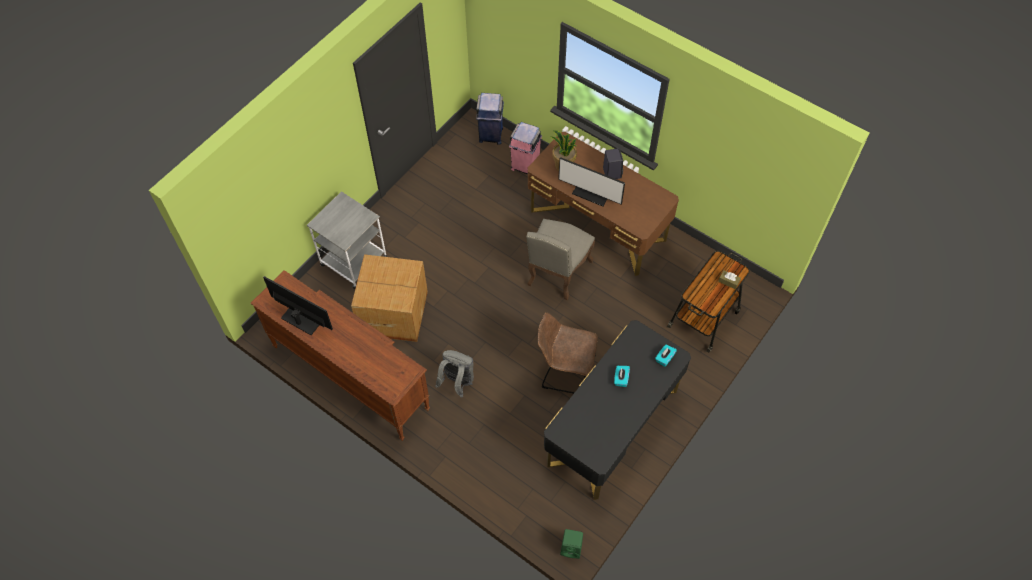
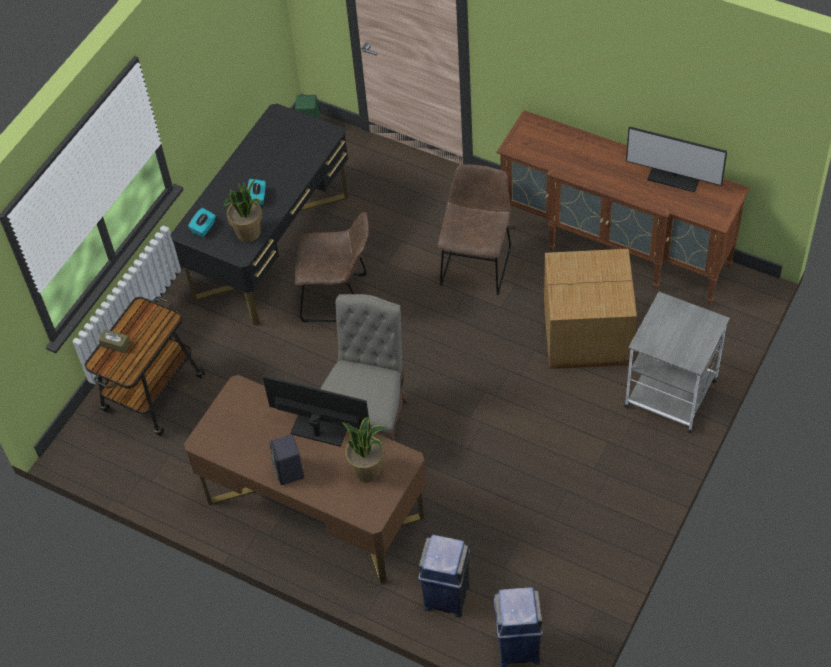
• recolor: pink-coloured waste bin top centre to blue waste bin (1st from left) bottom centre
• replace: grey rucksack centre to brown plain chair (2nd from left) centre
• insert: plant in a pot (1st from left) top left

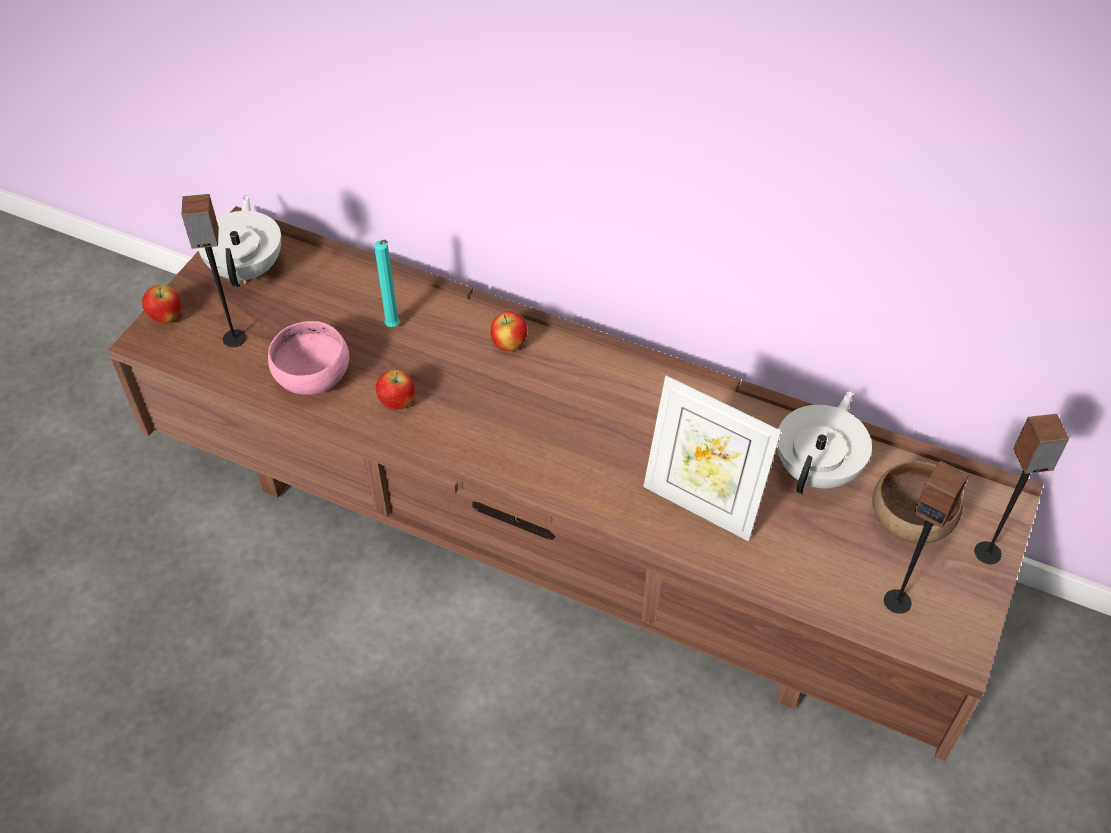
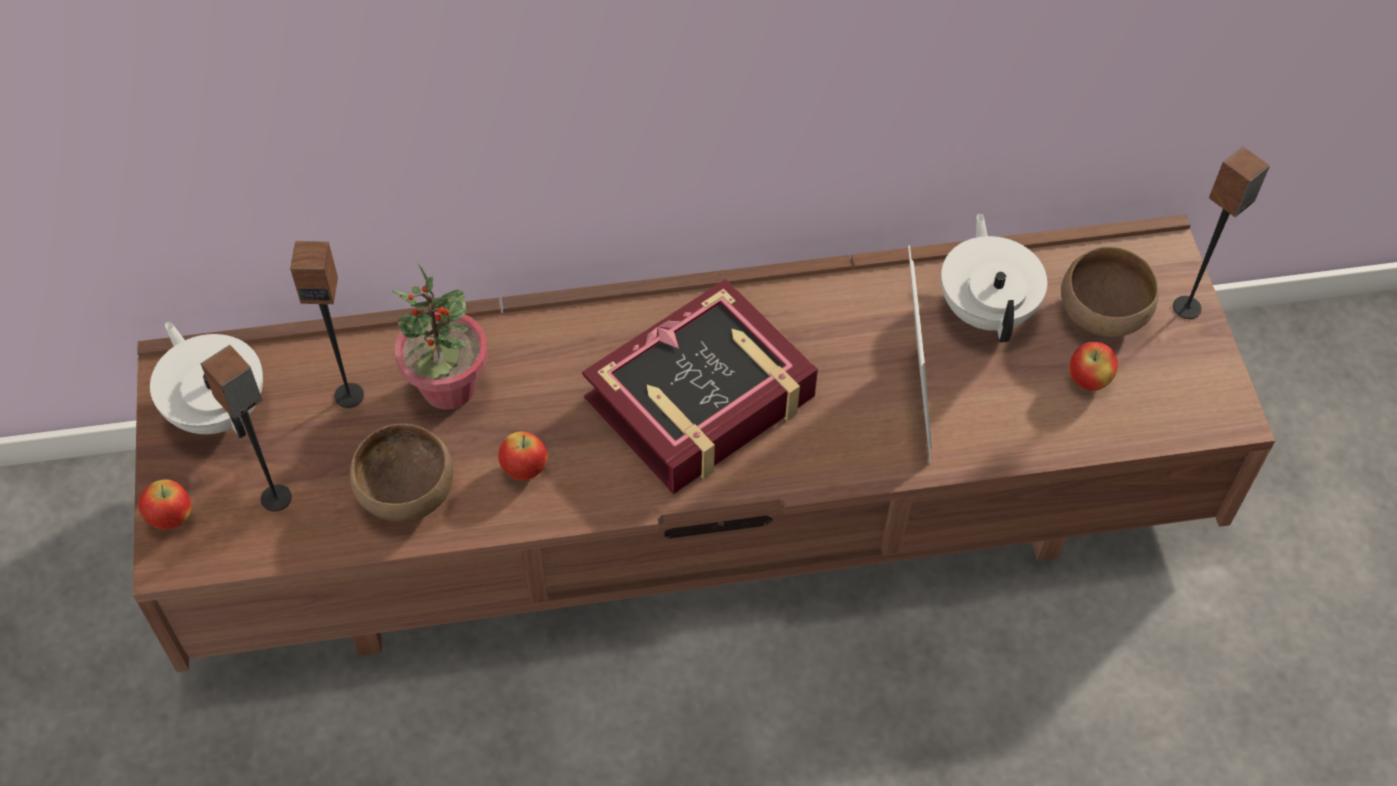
• replace: turquoise wax light centre to plant in a pot middle left
• move: whole apple (3rd from left) centre to middle right
• recolor: pink-coloured deep dish middle left to brown deep dish (1st from left) middle left
• rotate: picture frame centre = centre 90 degrees counterclockwise
• move: audio speaker (2nd from left) middle right to middle left
• insert: book centre

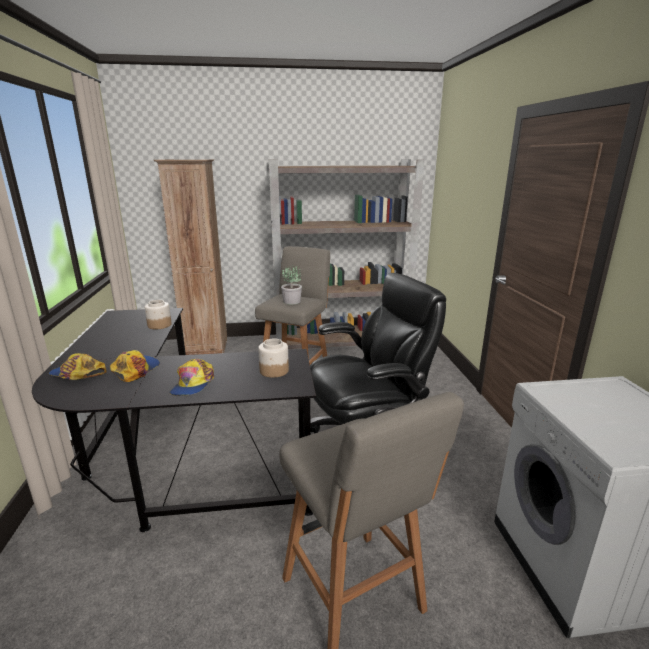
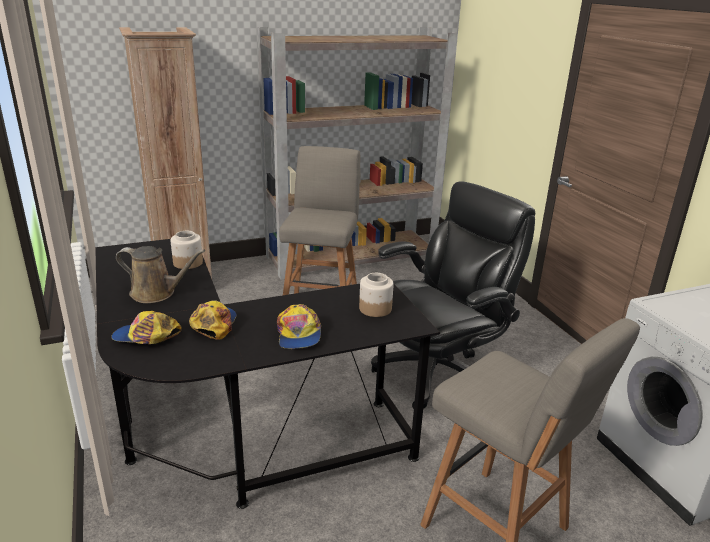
• delete: plant in a pot centre
• insert: brown watering pot middle left

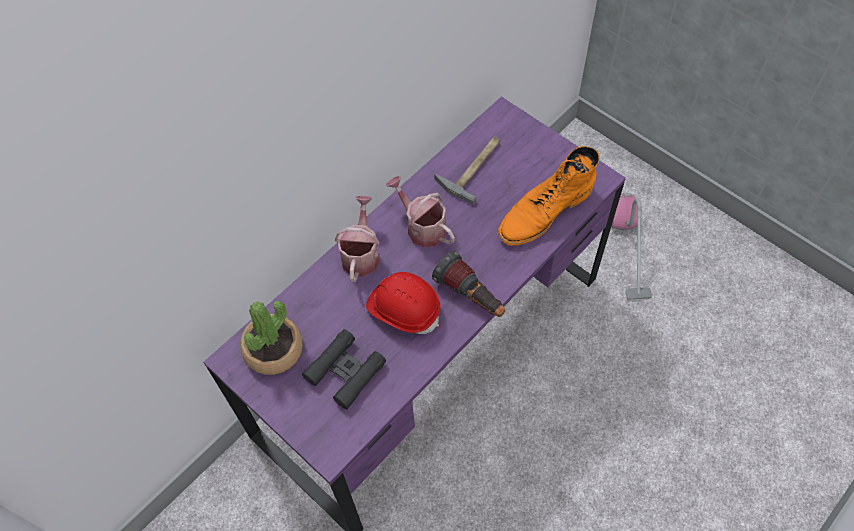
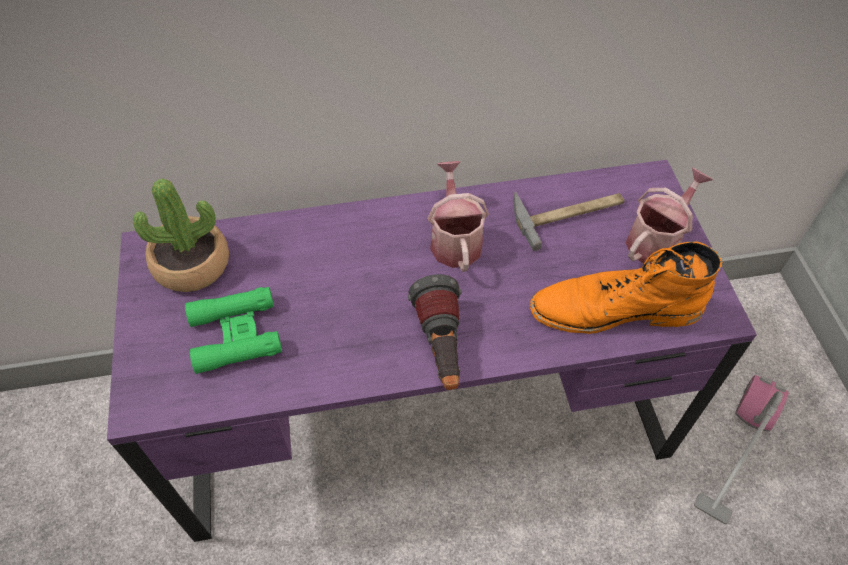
• move: watering pot (1st from left in the first image) centre to watering pot (2nd from left) middle right
• delete: red-coloured hard hat centre
• recolor: black pair of binoculars bottom centre to greenish pair of binoculars middle left

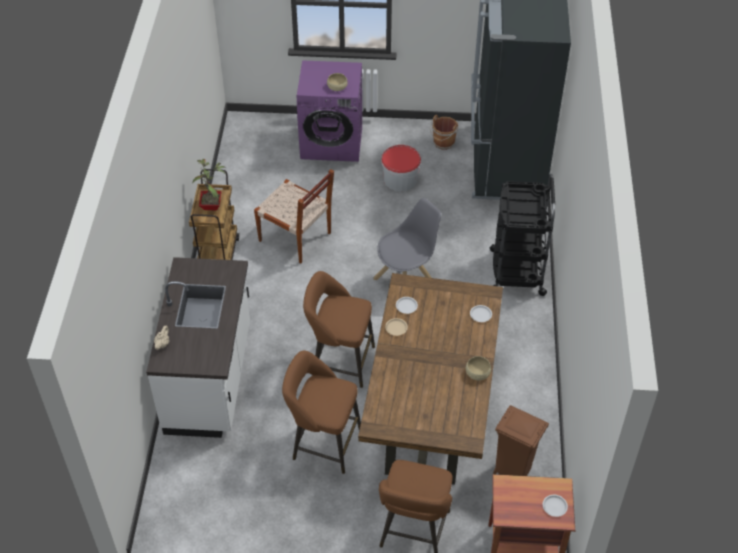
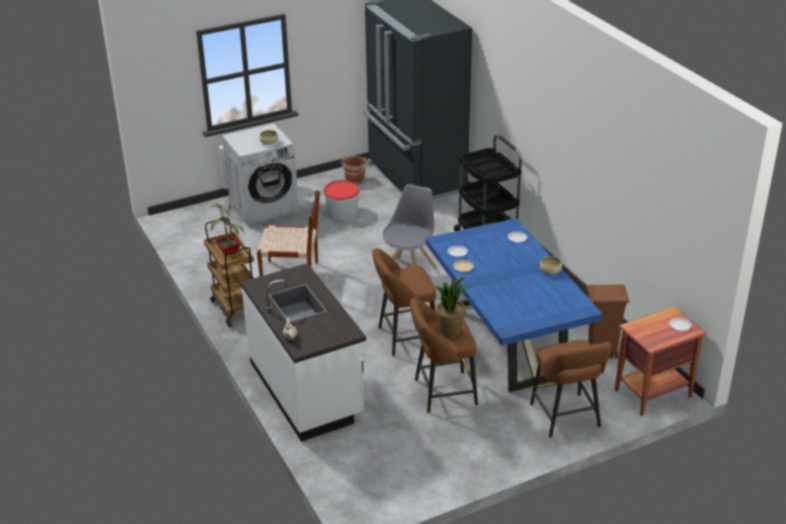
• recolor: purplish washing machine top centre to white-coloured washing machine top left
• recolor: brown dinner table bottom centre to blue dinner table centre
• insert: plant in a pot (2nd from left) centre

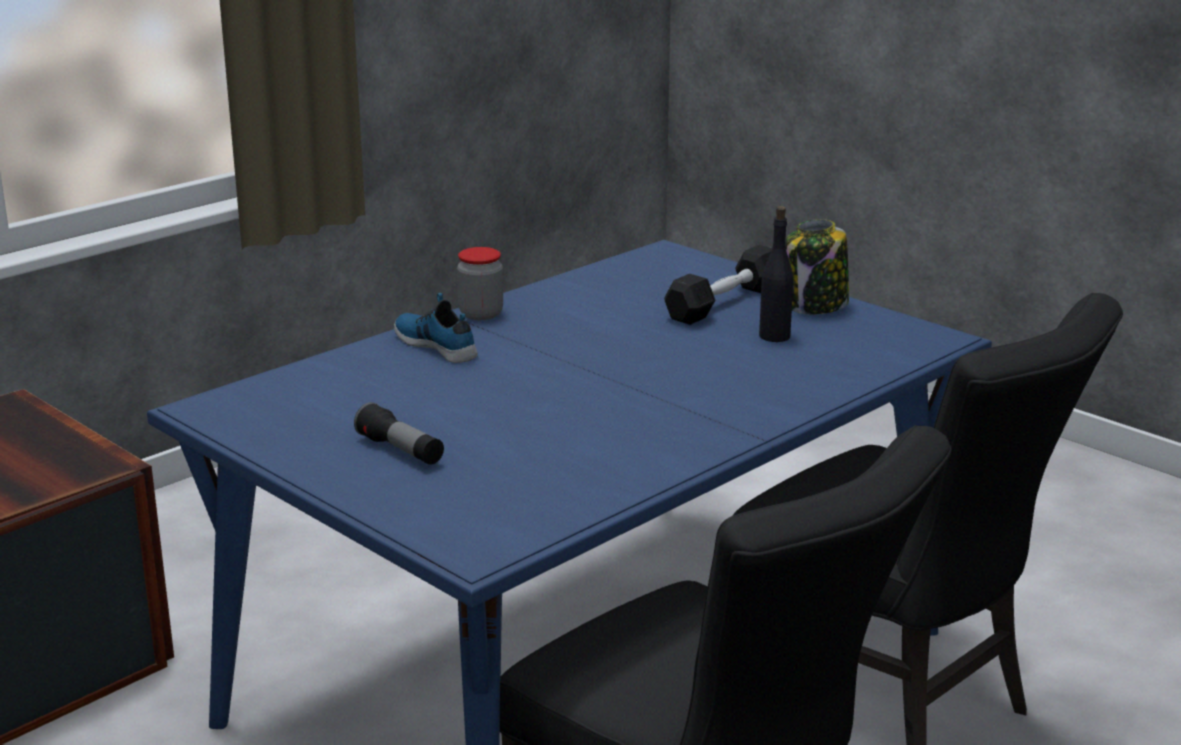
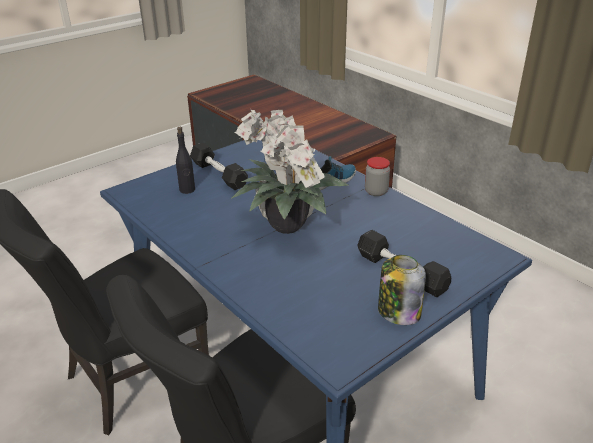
• move: black beverage bottle centre to middle left
• replace: hand torch centre to black dumbbell (1st from left) centre
• insert: plant in a pot centre

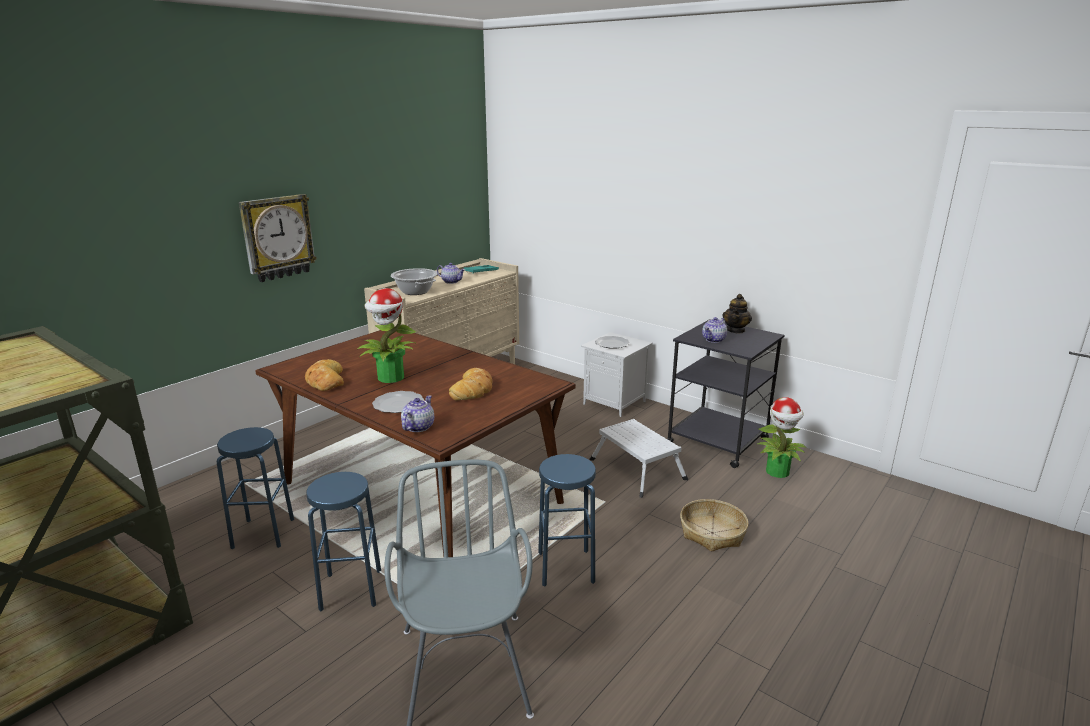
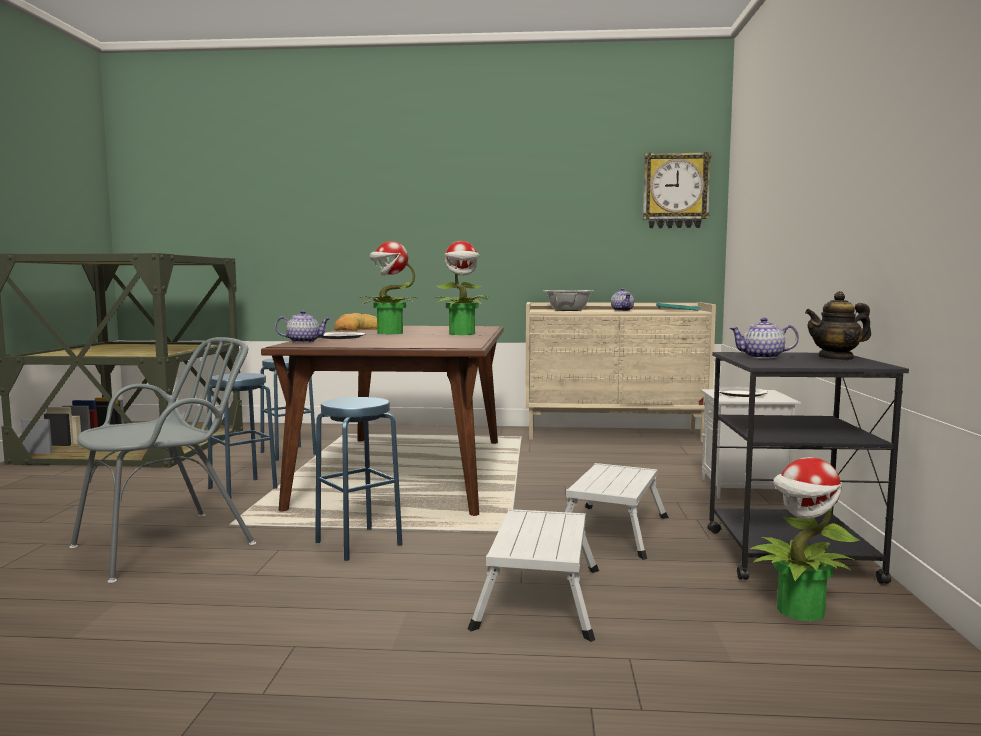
• move: wall clock top left to top right
• delete: bread (2nd from left) centre
• replace: basket bottom centre to white-coloured stepladder (1st from left) bottom centre
• insert: plant in a pot (2nd from left) centre

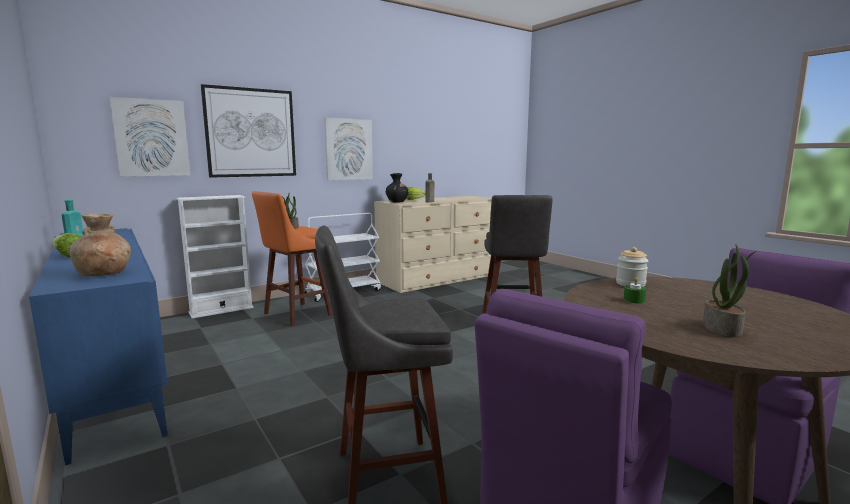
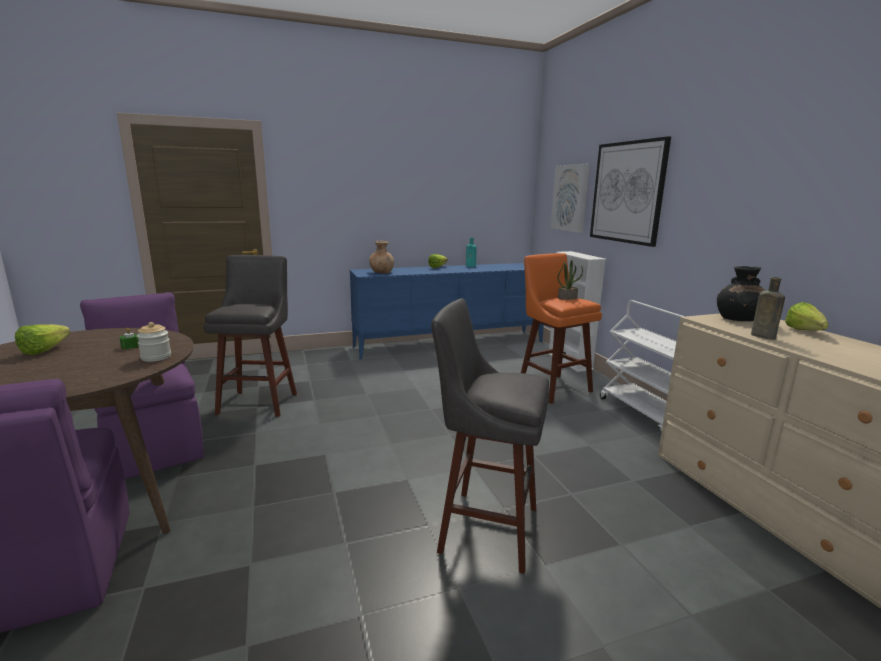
• delete: picture (3rd from left) top centre
• replace: plant in a pot (2nd from left) middle right to lettuce (1st from left) middle left

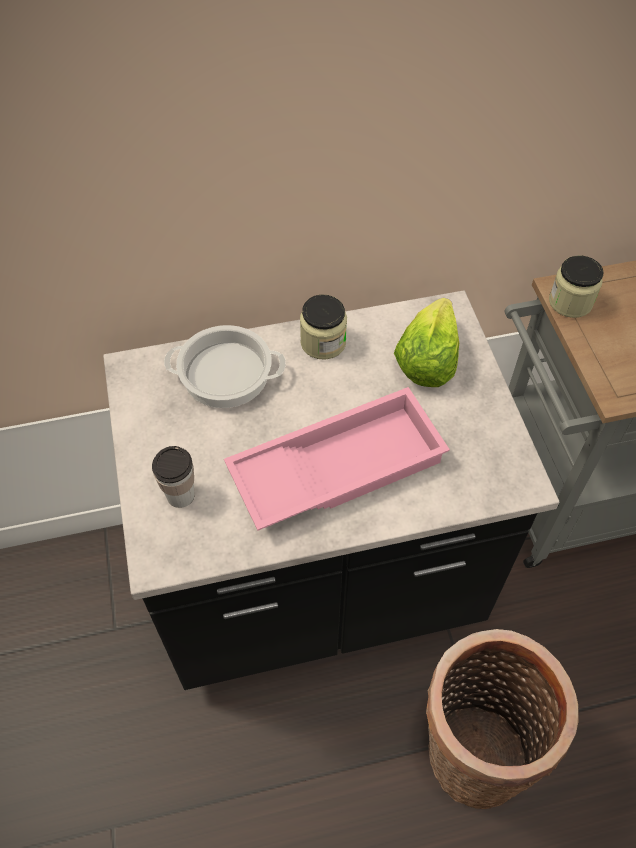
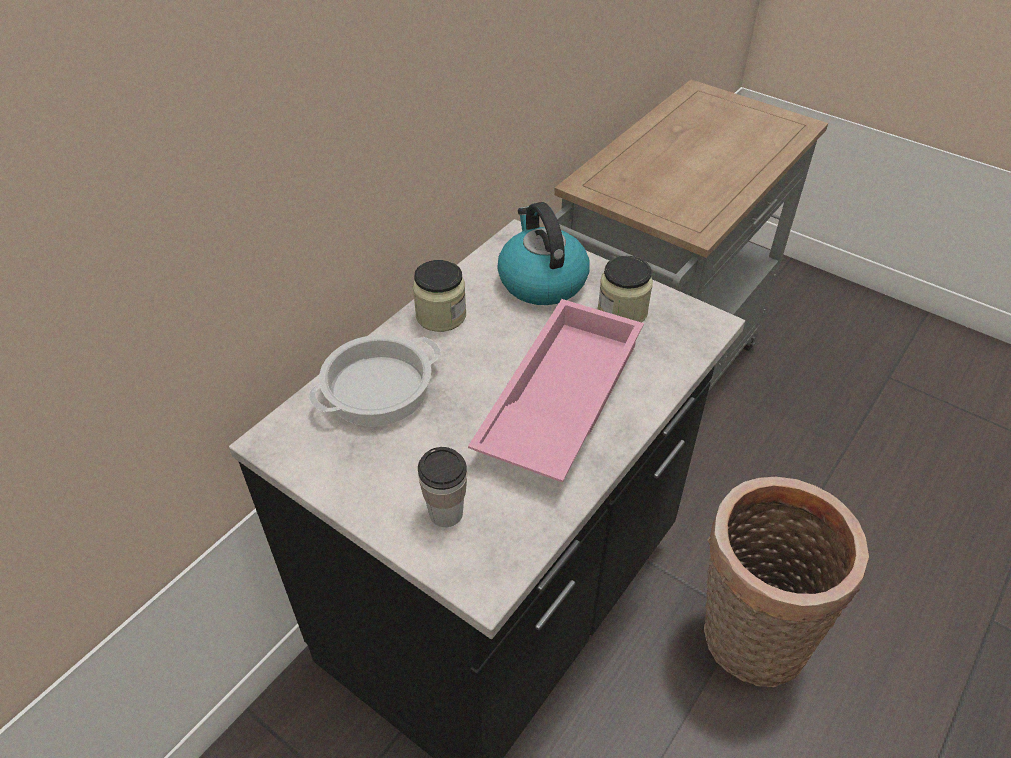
• move: preserve jar (2nd from left) middle right to centre
• replace: lettuce middle right to kettle centre

